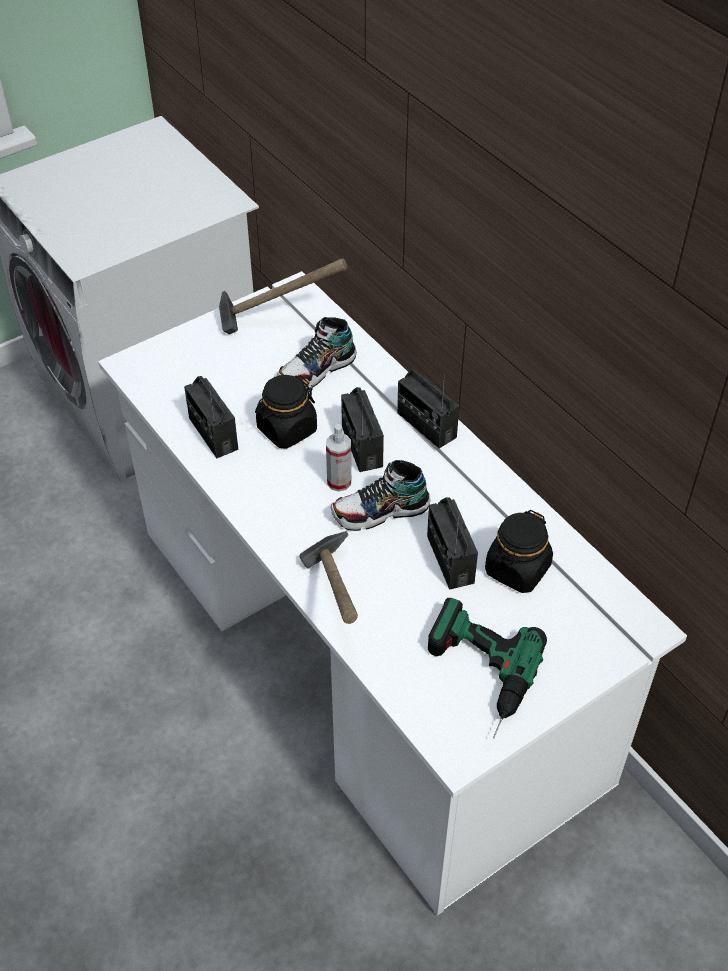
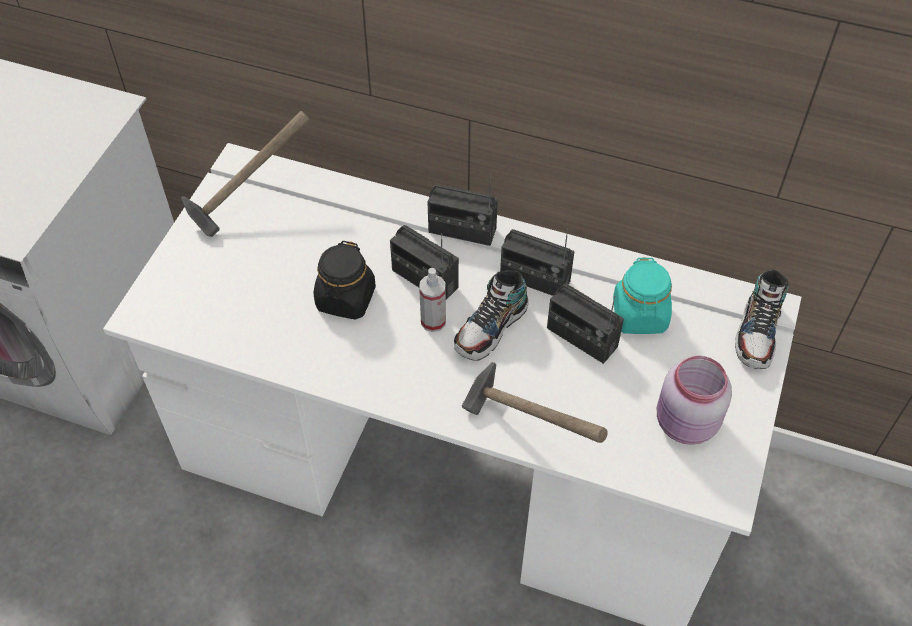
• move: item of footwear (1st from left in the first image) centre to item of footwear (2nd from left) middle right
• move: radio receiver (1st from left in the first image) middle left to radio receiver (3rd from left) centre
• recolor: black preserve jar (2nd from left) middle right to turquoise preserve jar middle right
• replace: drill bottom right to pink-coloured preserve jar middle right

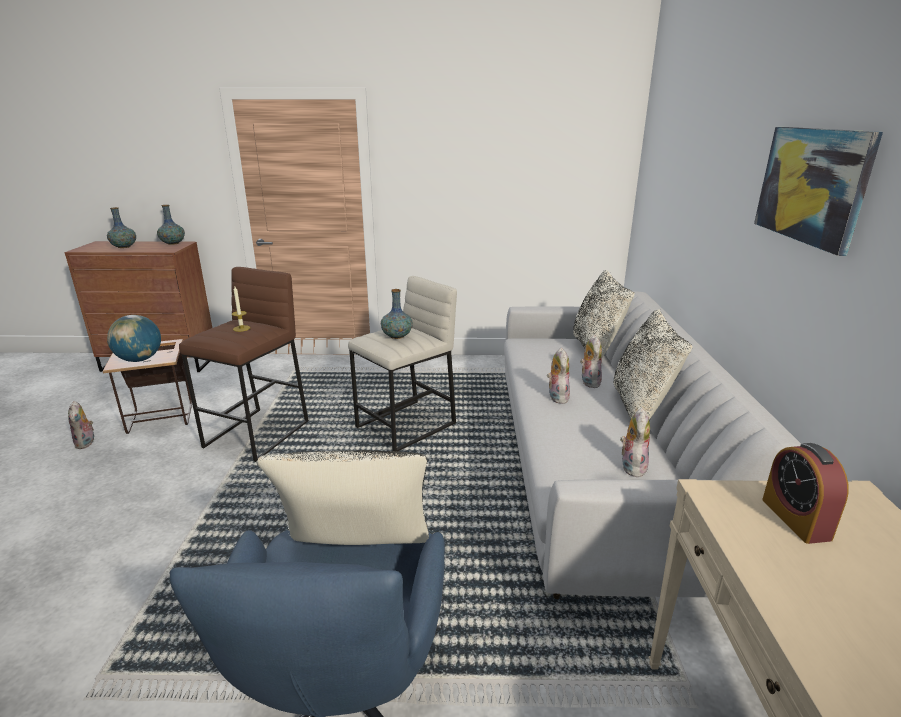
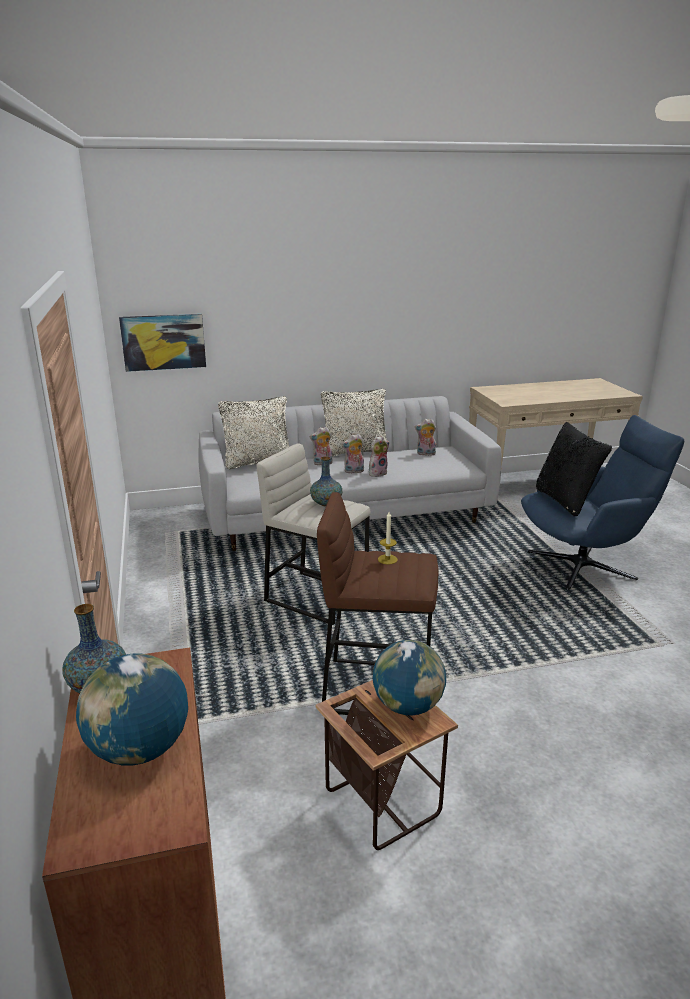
• move: picture top right to middle left
• replace: vase (1st from left) top left to globe (1st from left) bottom left
• move: plush toy (1st from left in the first image) middle left to plush toy (3rd from left) centre
• delete: table clock bottom right
• recolor: beige throw pillow (1st from left) bottom centre to black throw pillow middle right

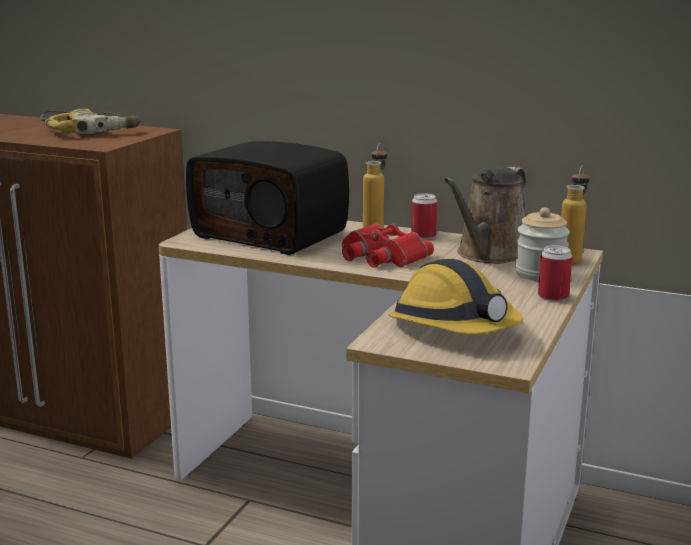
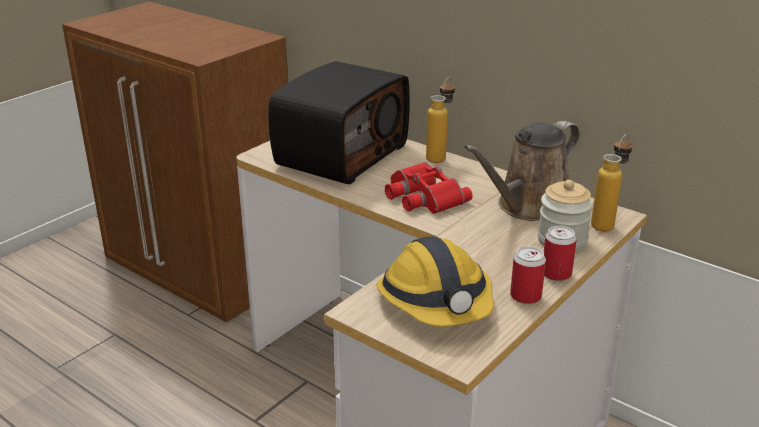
• delete: drill top left
• rotate: radio receiver centre = top centre 105 degrees counterclockwise
• move: can (1st from left) centre to middle right

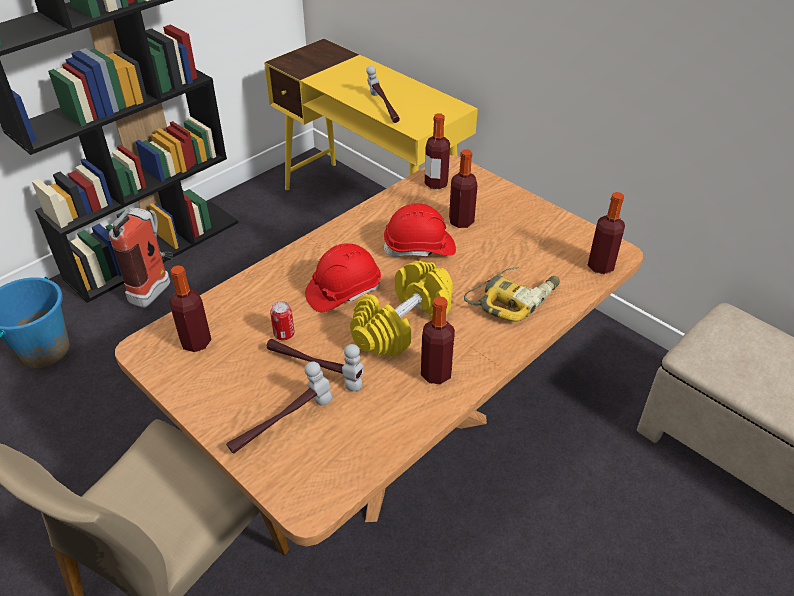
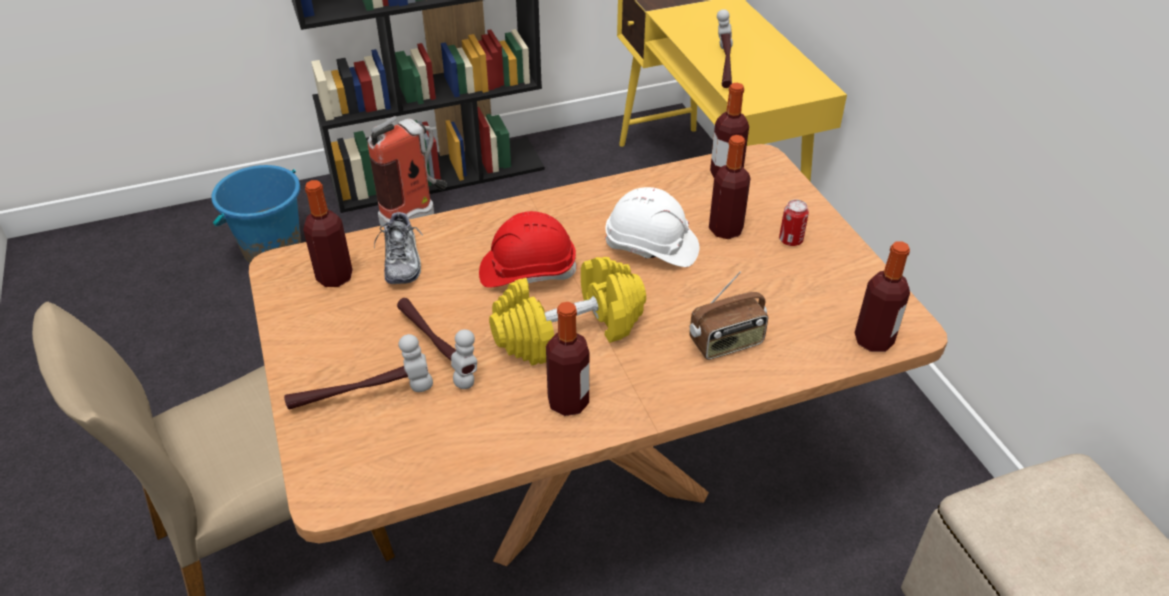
• recolor: red-coloured hard hat (2nd from left) centre to white-coloured hard hat centre
• replace: drill centre to radio receiver centre
• move: can centre to middle right
• insert: item of footwear centre

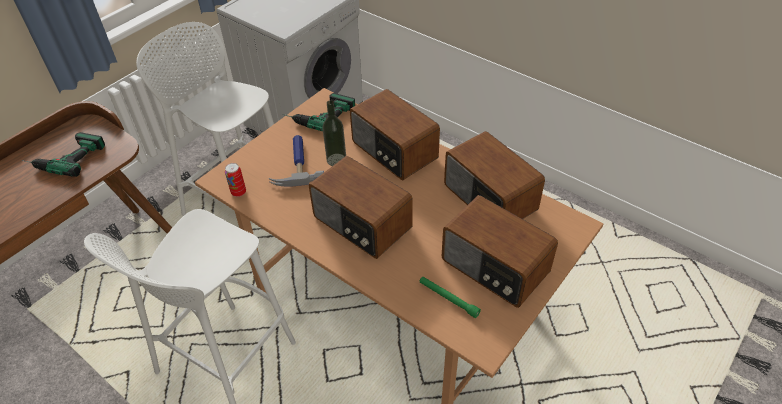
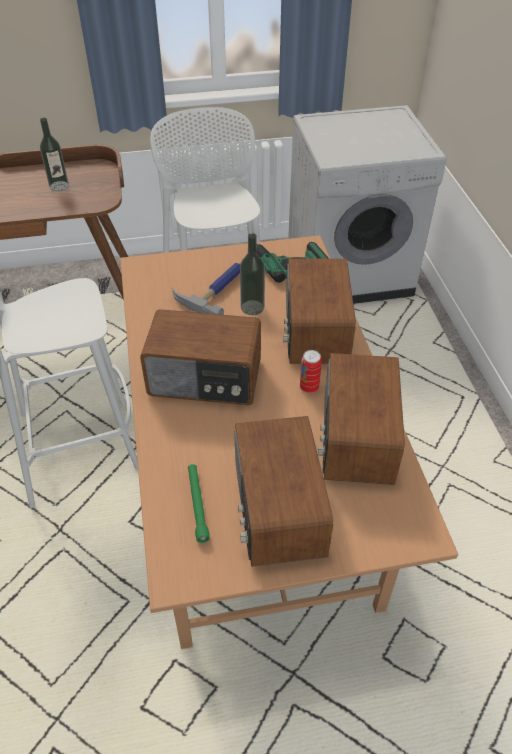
• replace: drill (1st from left) middle left to beverage bottle (1st from left) top left
• rotate: radio receiver (1st from left) centre = centre 75 degrees counterclockwise
• move: can middle left to centre

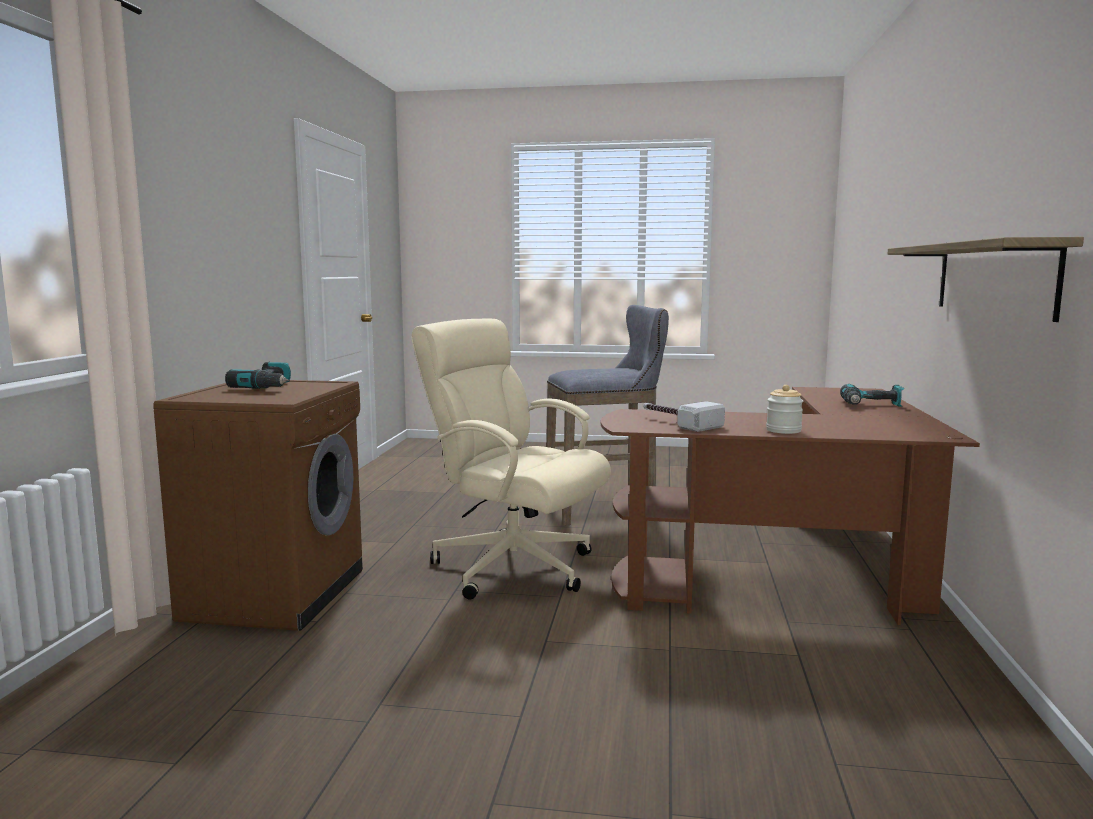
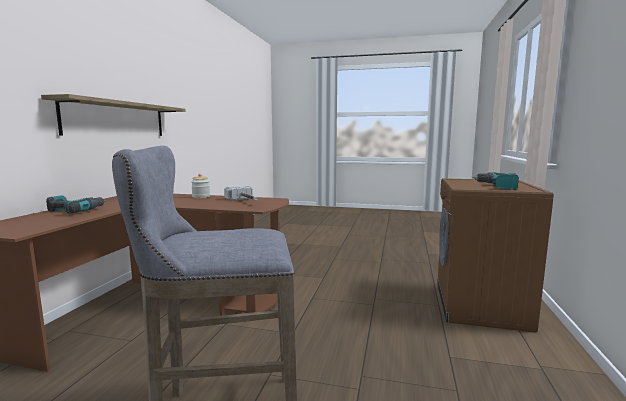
• delete: beige desk chair centre

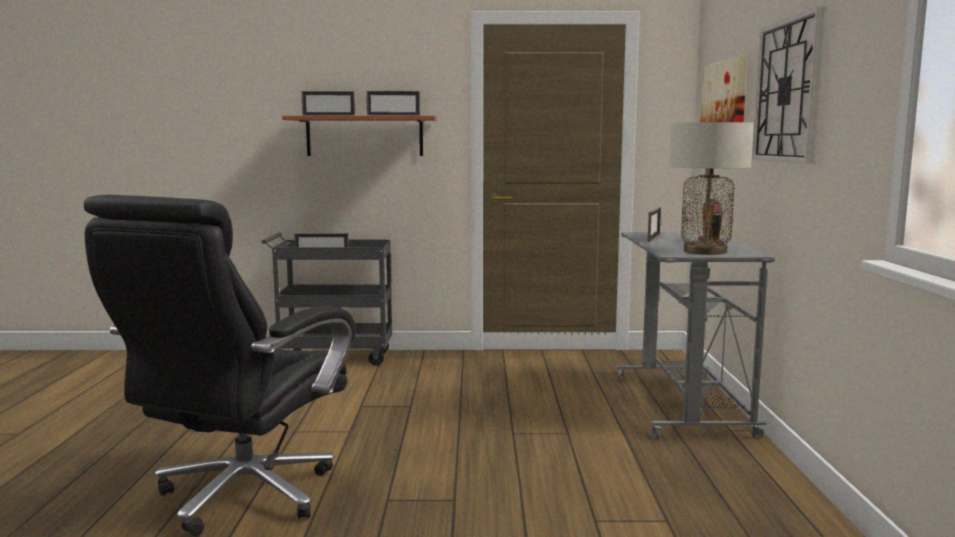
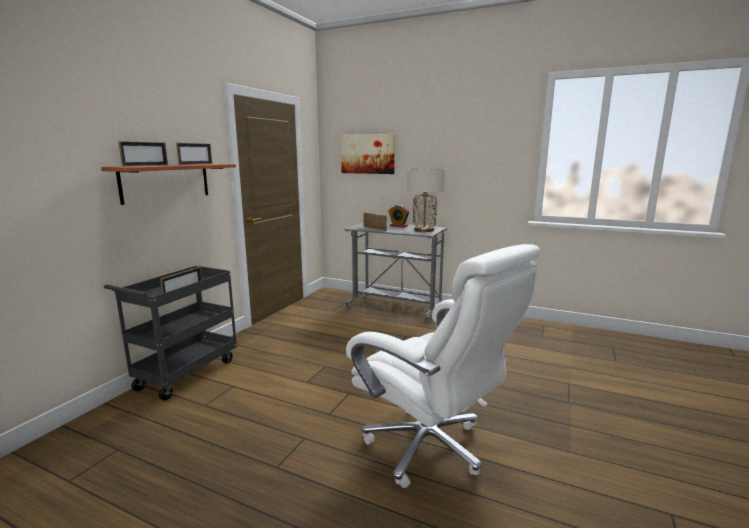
• delete: wall clock top right
• recolor: black desk chair bottom left to white-coloured desk chair bottom centre

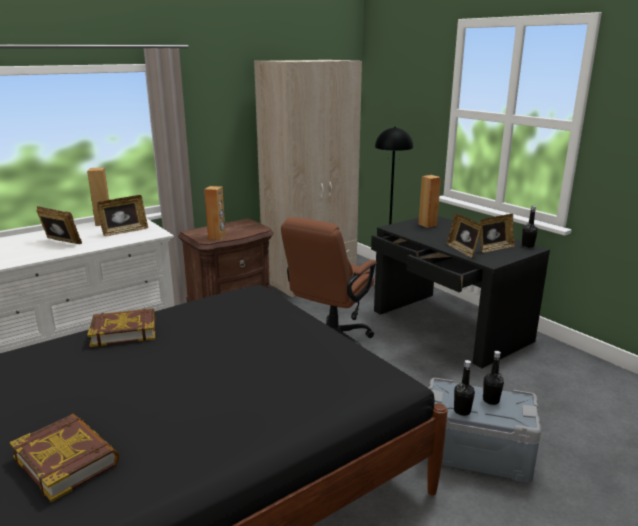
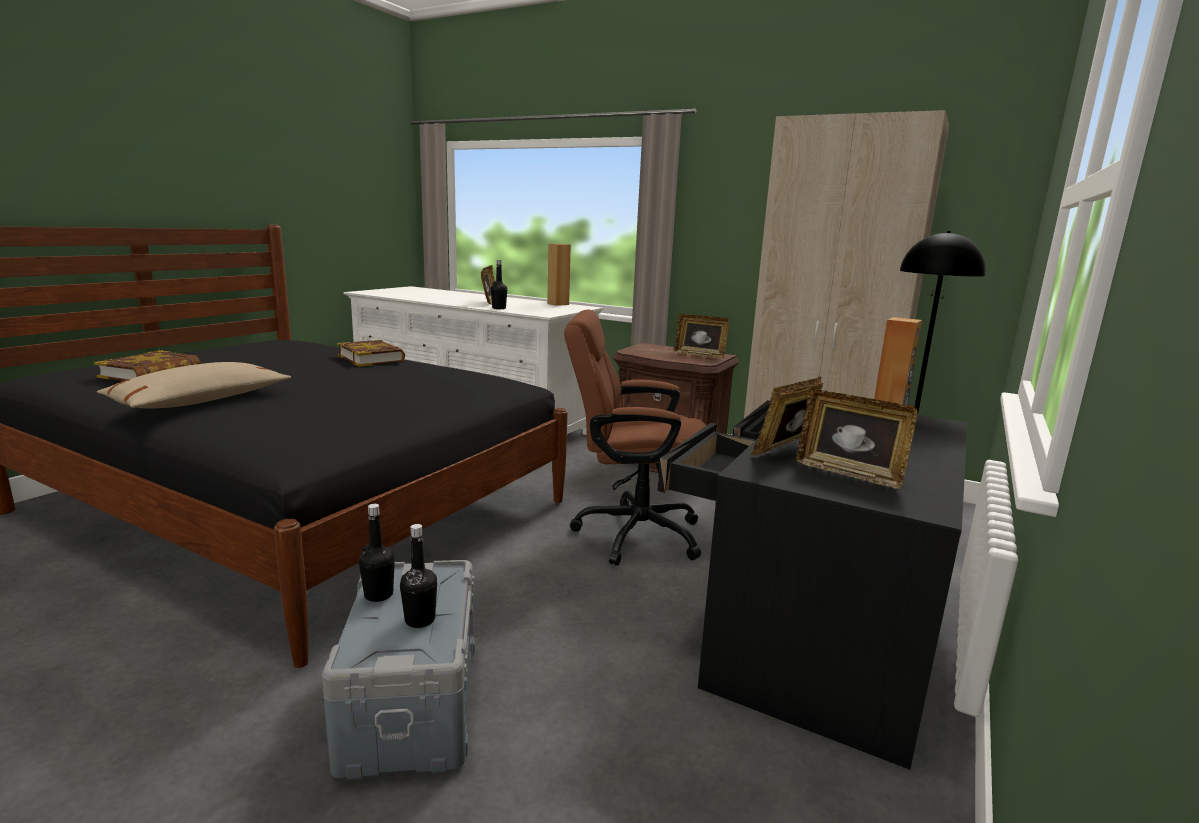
• delete: brown audio speaker (2nd from left) centre
• move: picture frame (2nd from left) middle left to centre
• move: black beverage bottle (3rd from left) middle right to centre
• insert: beige throw pillow middle left

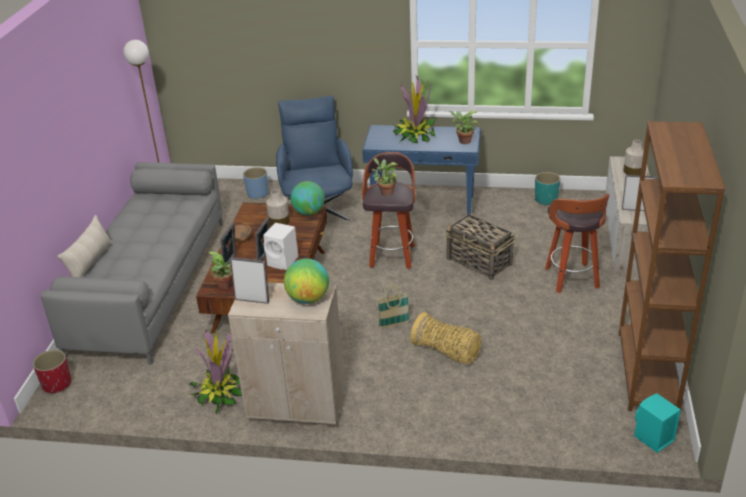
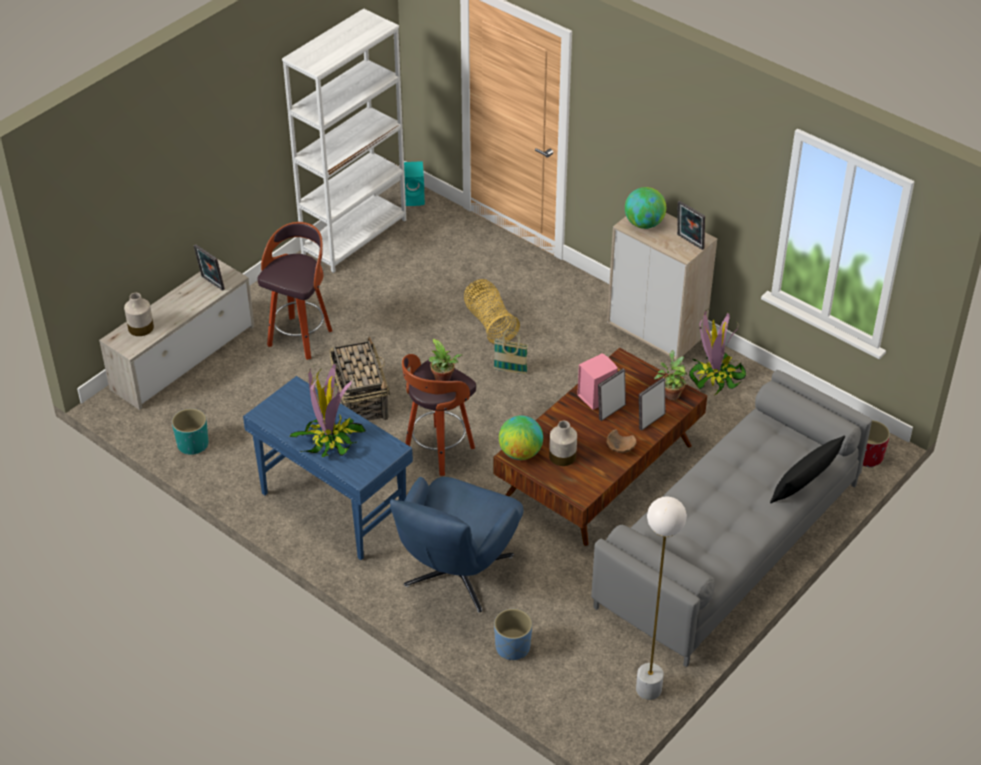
• delete: plant in a pot (5th from left) top centre
• recolor: brown bookshelf middle right to white-coloured bookshelf top centre
• recolor: beige throw pillow middle left to black throw pillow middle right
• recolor: white-coloured audio speaker centre to pink-coloured audio speaker centre

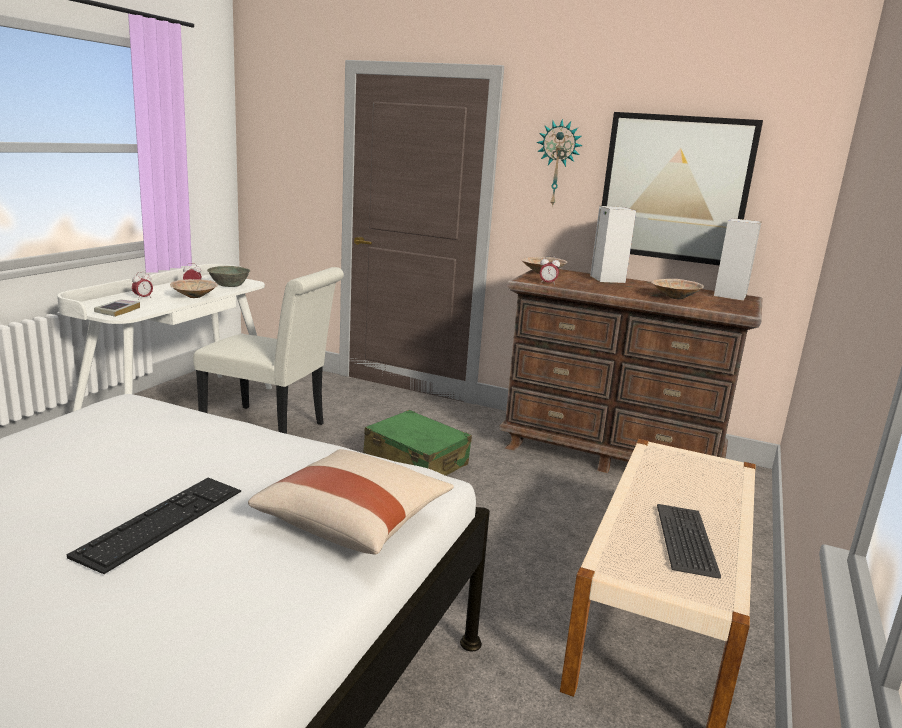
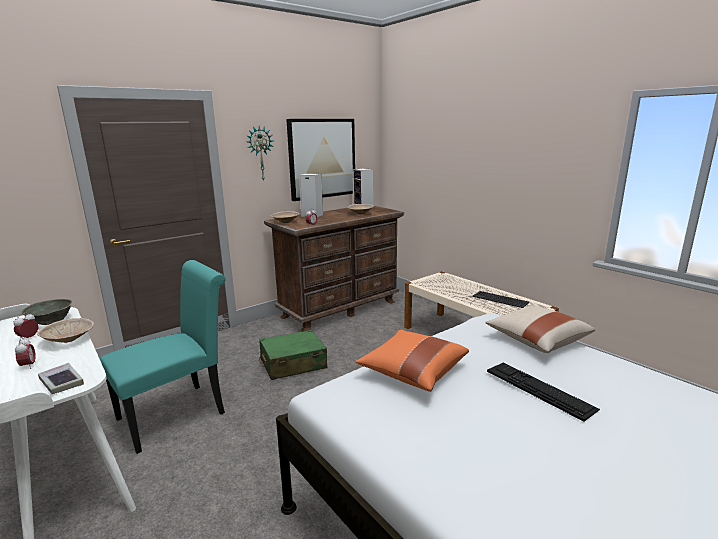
• recolor: white-coloured plain chair middle left to turquoise plain chair middle left
• insert: orangey throw pillow bottom centre

